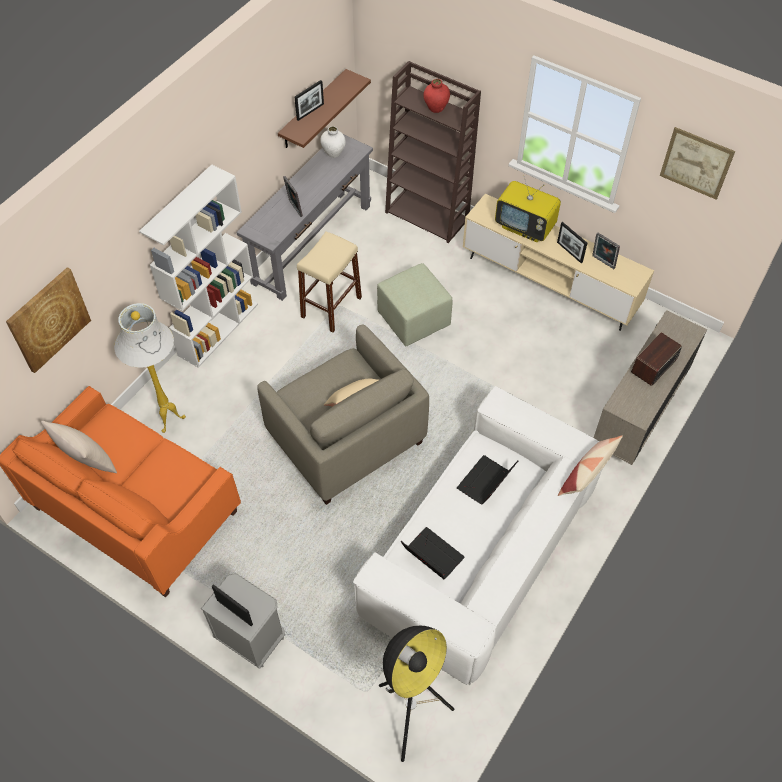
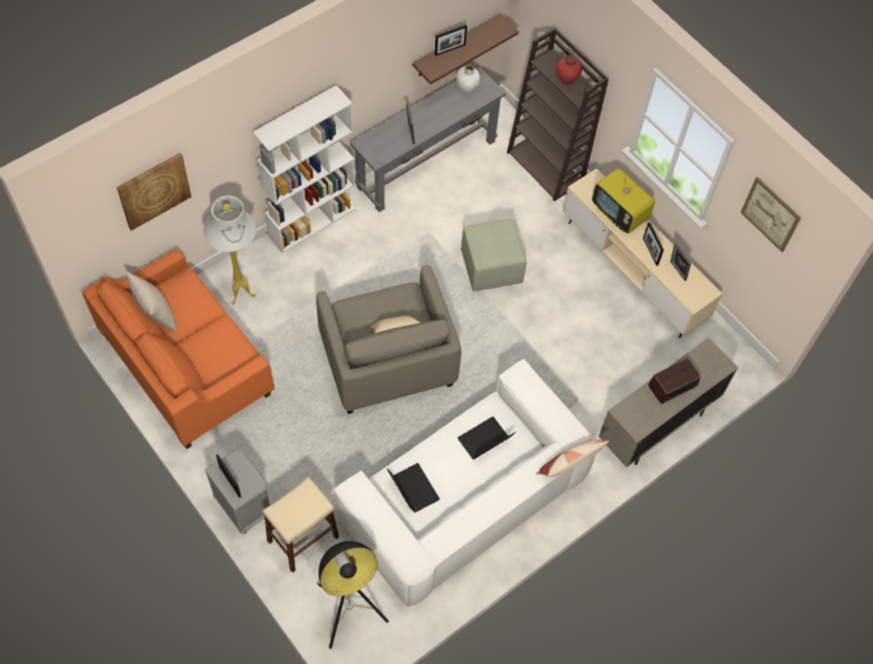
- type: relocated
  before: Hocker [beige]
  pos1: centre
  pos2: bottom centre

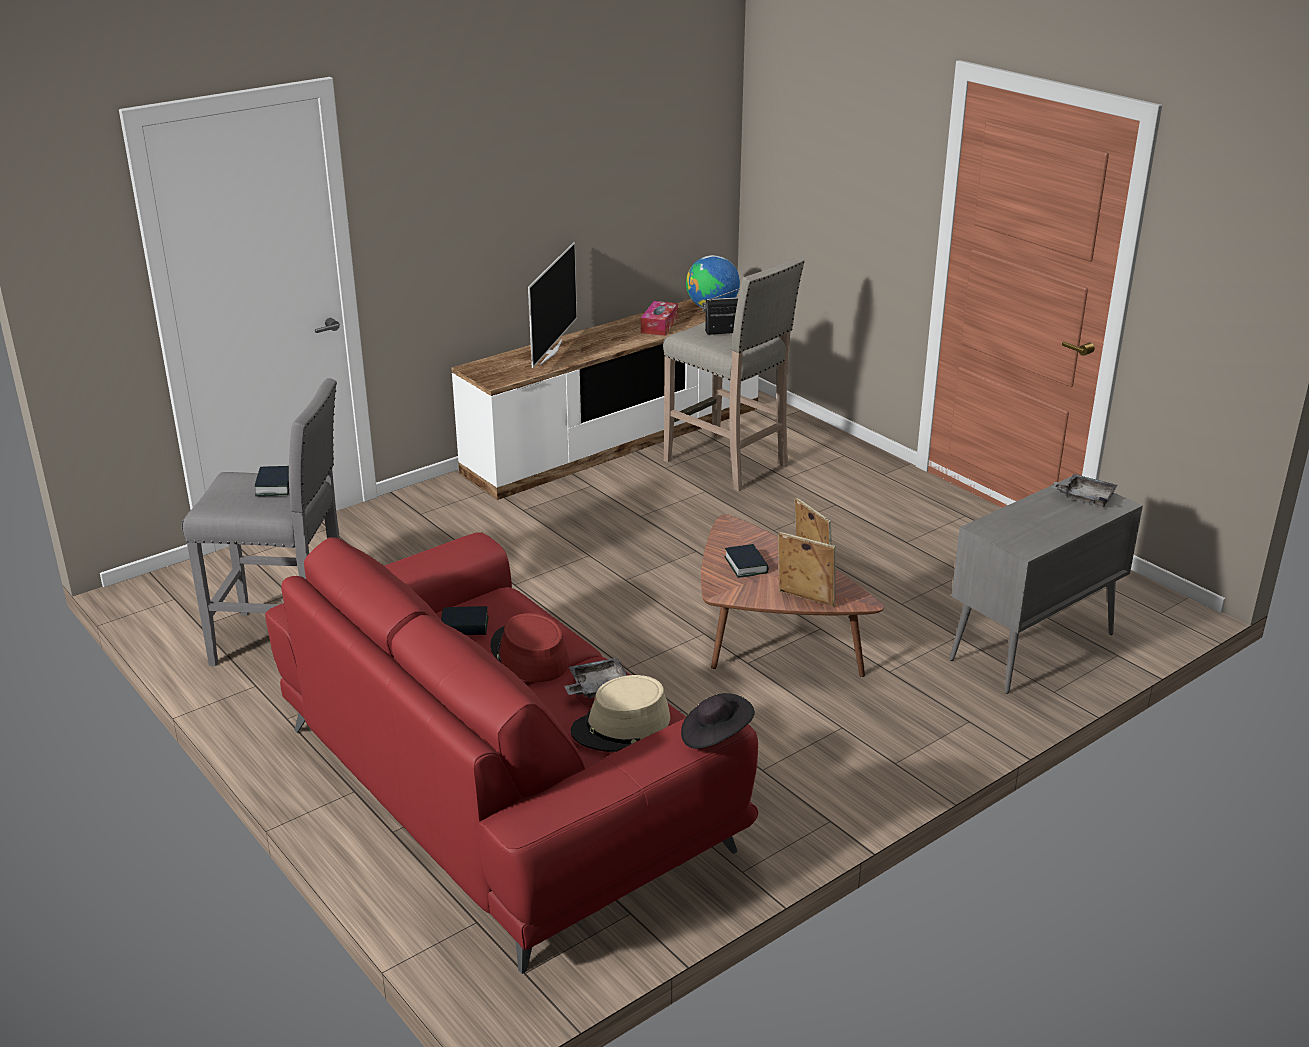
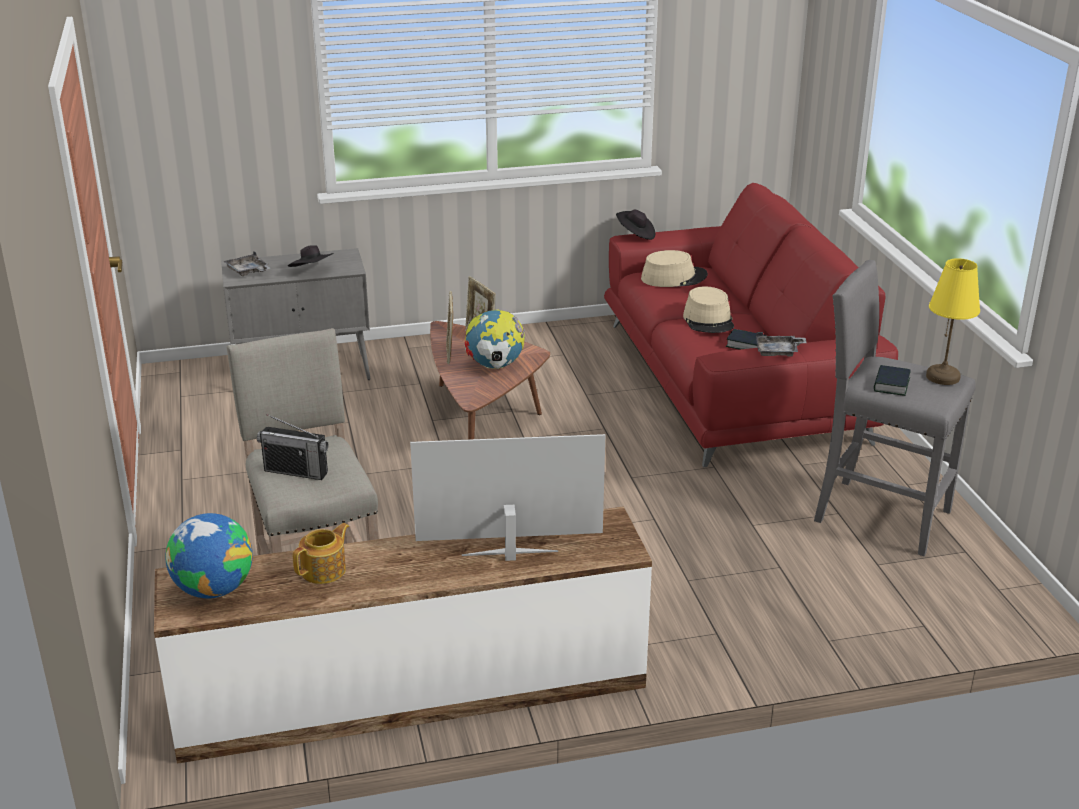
- type: spun
  before: Fernseher
  pos1: top centre
  pos2: centre
  turn: 45
- type: exchanged
  before: Taschentuchbox
  after: Teekanne
  pos1: top centre
  pos2: bottom left
- type: exchanged
  before: Buch (no. 3 from left)
  after: Globus (no. 2 from left)
  pos1: centre
  pos2: centre
- type: colour
  before: Hut [rot]
  after: Hut [beige] (no. 2 from left)
  pos1: centre
  pos2: centre
- type: relocated
  before: Tablett [grau] (no. 1 from left in the first image)
  after: Tablett [grau] (no. 2 from left)
  pos1: centre
  pos2: middle right
- type: appeared
  after: Hut [schwarz] (no. 1 from left)
  pos2: top left
- type: appeared
  after: Tischlampe [gelb]
  pos2: middle right

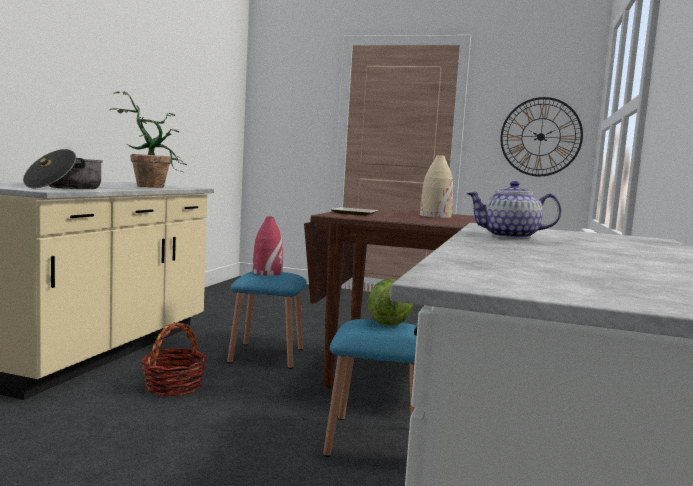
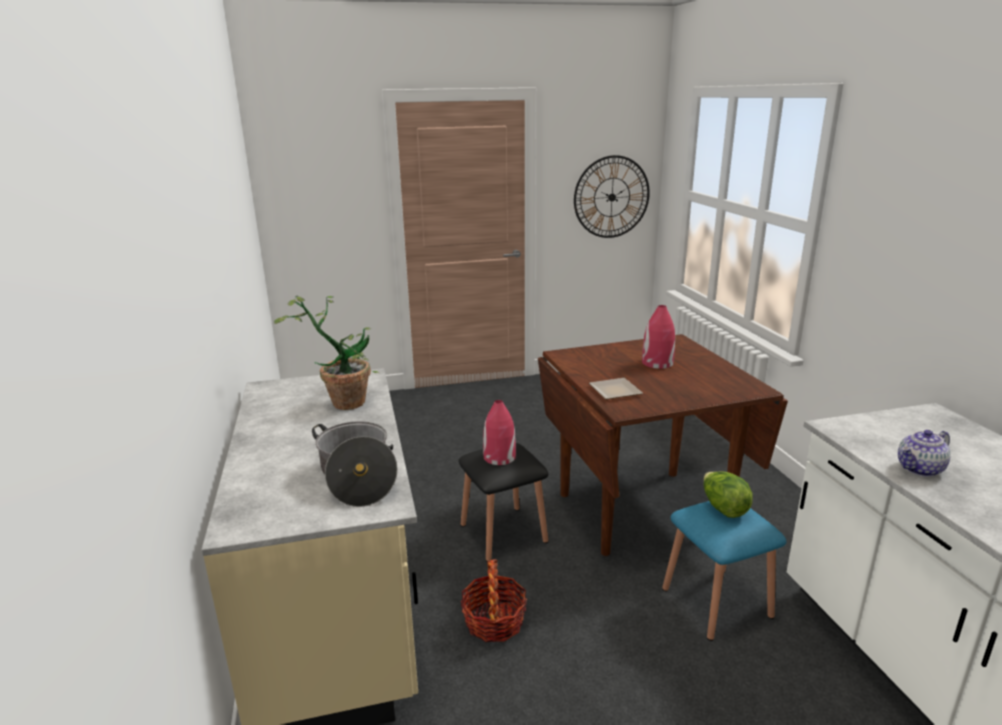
- type: colour
  before: Vase [beige]
  after: Vase [rot] (no. 2 from left)
  pos1: centre
  pos2: centre
- type: colour
  before: Hocker [blau] (no. 1 from left)
  after: Hocker [schwarz]
  pos1: centre
  pos2: bottom centre

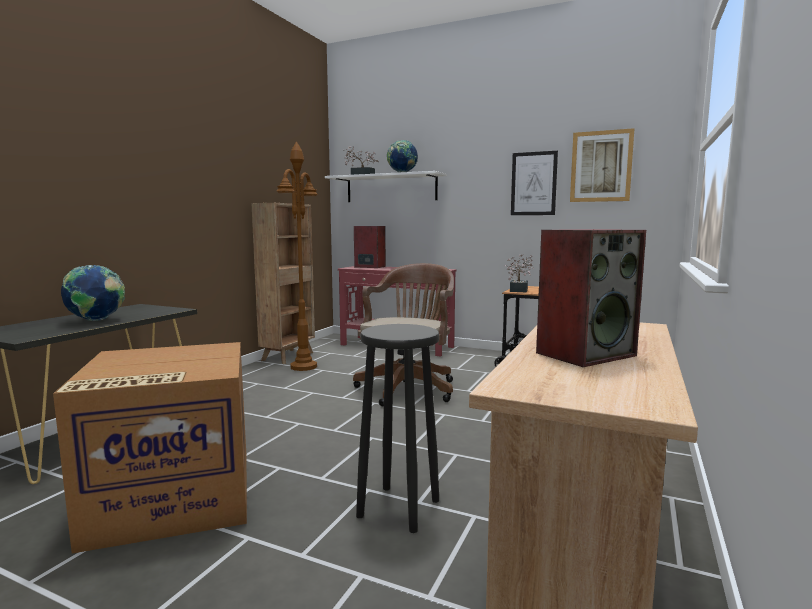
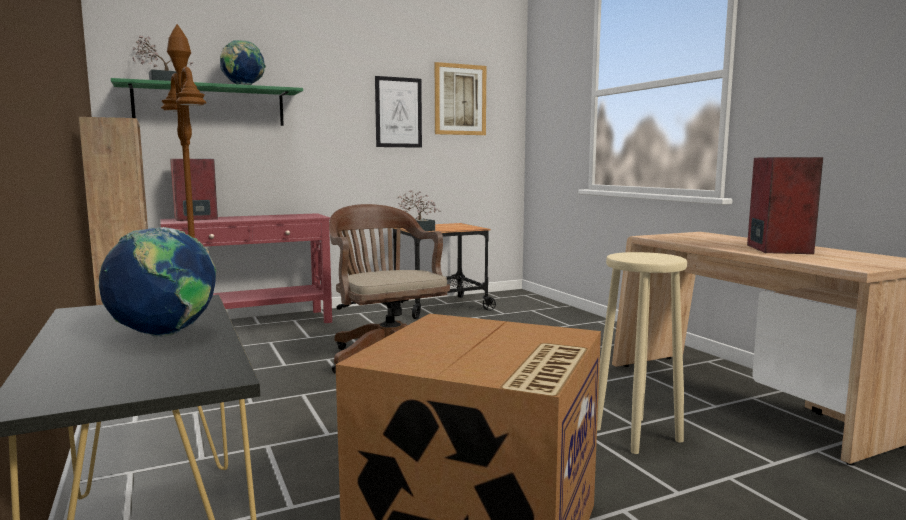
- type: colour
  before: Wandregal [weiß]
  after: Wandregal [grün]
  pos1: top centre
  pos2: top left
- type: colour
  before: Hocker [schwarz]
  after: Hocker [beige]
  pos1: bottom centre
  pos2: bottom right

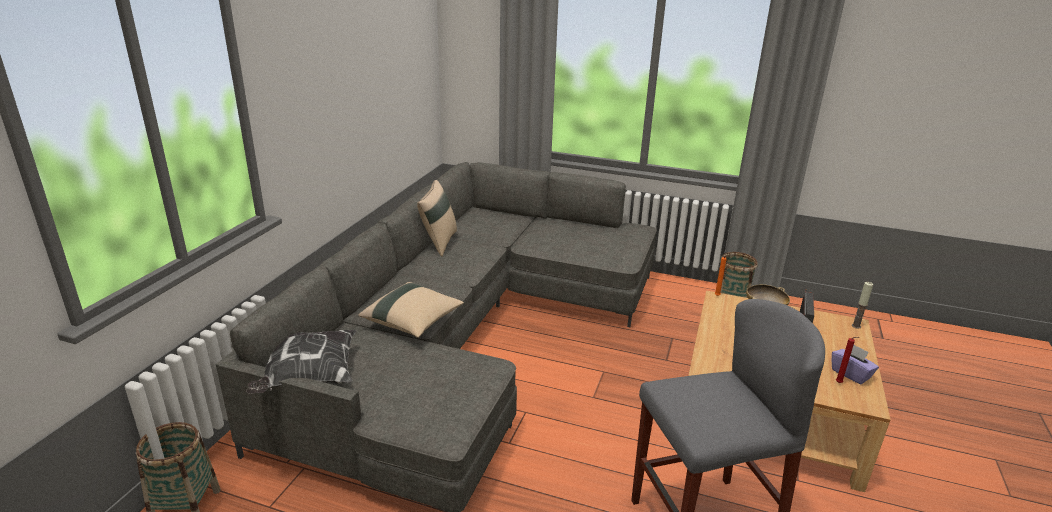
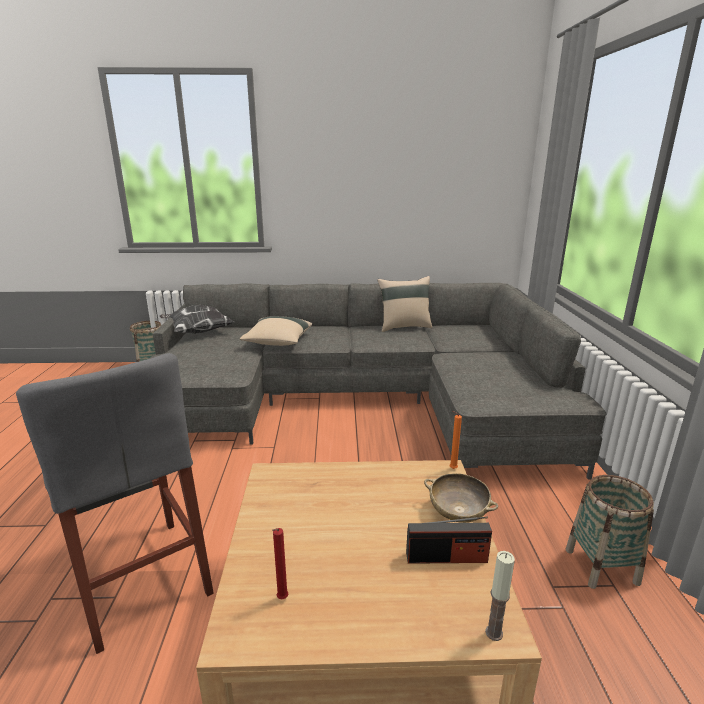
- type: missing
  before: Taschentuchbox [lila]
  pos1: bottom right

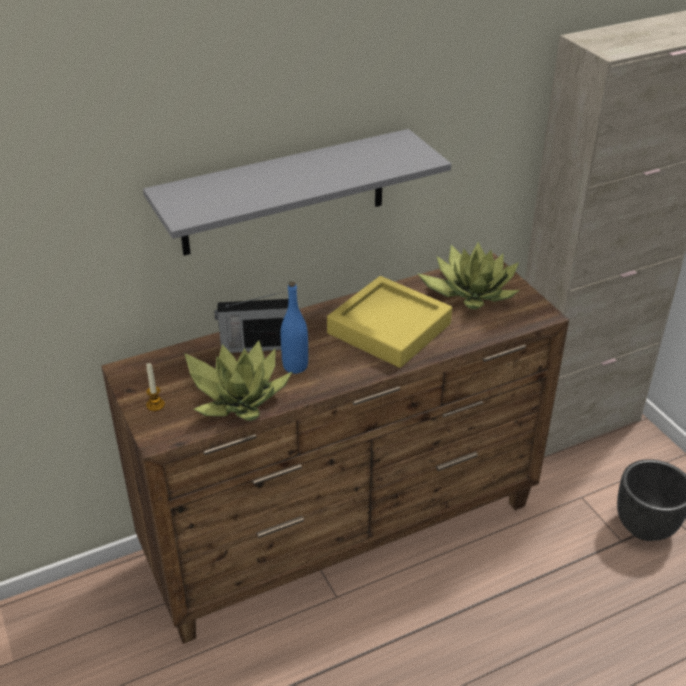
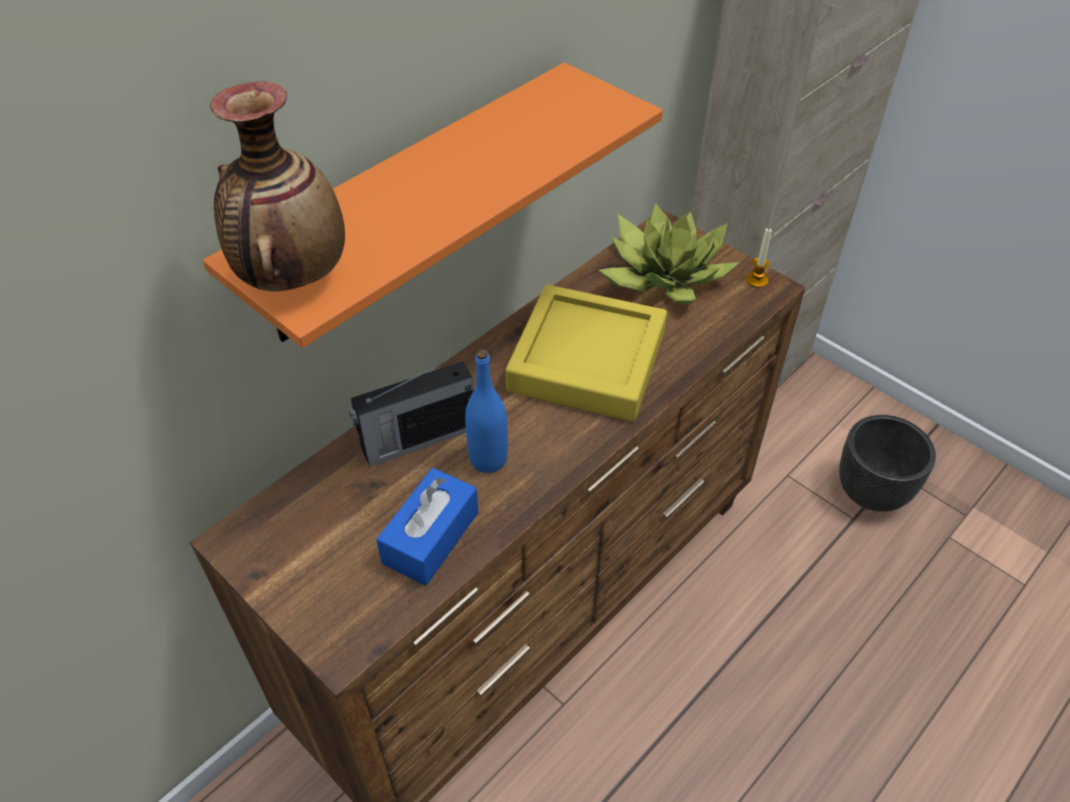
- type: colour
  before: Wandregal [grau]
  after: Wandregal [orange]
  pos1: top centre
  pos2: top centre
- type: exchanged
  before: Topfpflanze (no. 1 from left)
  after: Taschentuchbox [blau]
  pos1: centre
  pos2: centre
- type: relocated
  before: Kerze
  pos1: middle left
  pos2: top right
- type: appeared
  after: Vase
  pos2: top left

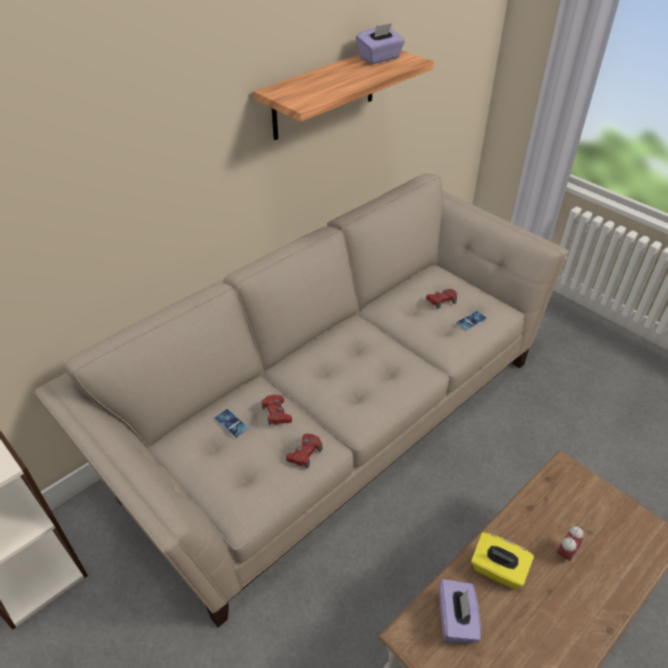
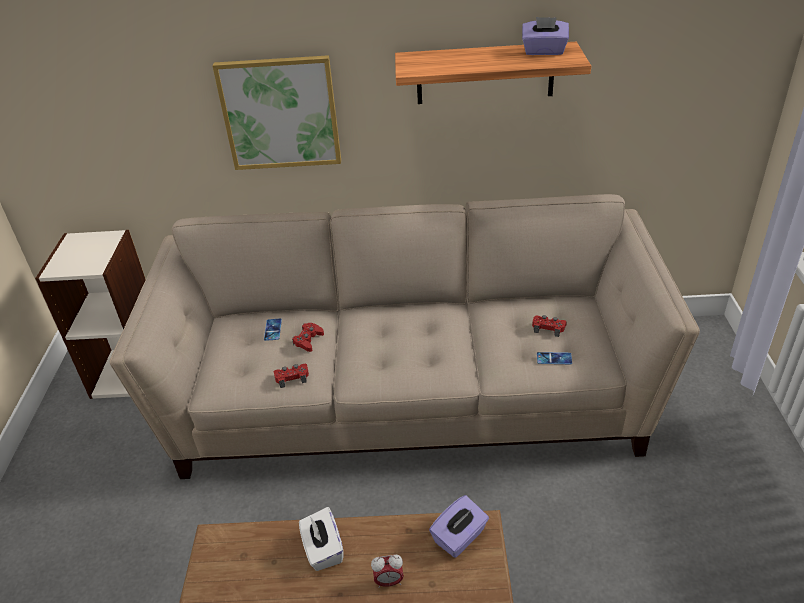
- type: colour
  before: Taschentuchbox [gelb]
  after: Taschentuchbox [weiß]
  pos1: bottom right
  pos2: bottom centre
- type: relocated
  before: Taschentuchbox [lila] (no. 2 from left in the first image)
  after: Taschentuchbox [lila] (no. 1 from left)
  pos1: bottom right
  pos2: bottom centre
- type: appeared
  after: Bild
  pos2: top centre

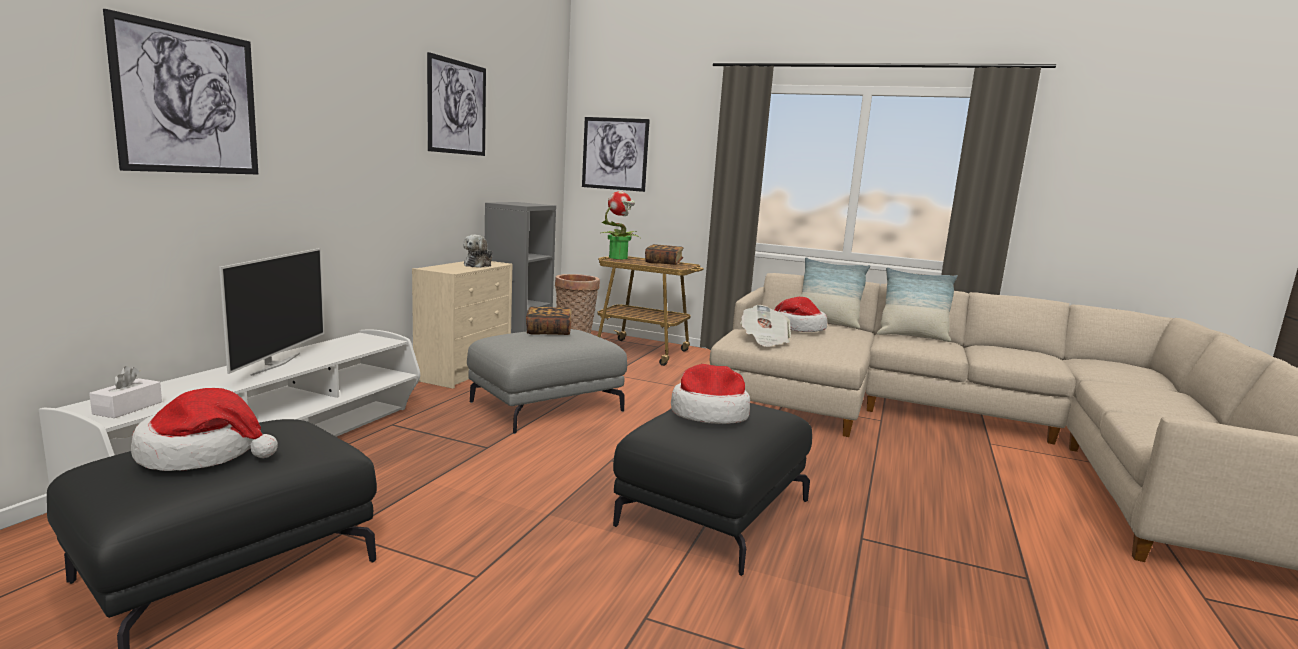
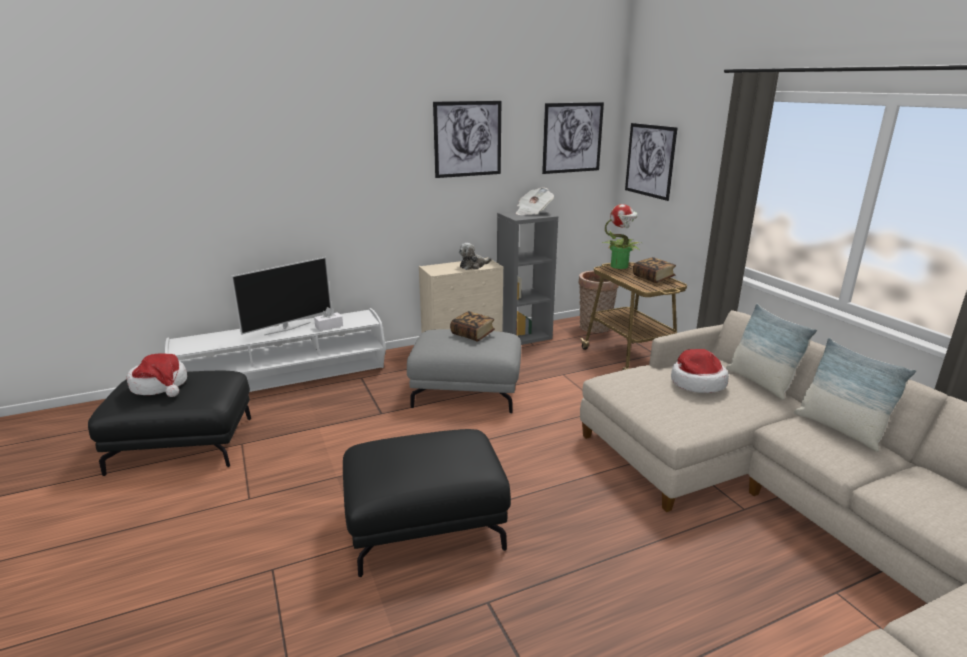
- type: relocated
  before: Bild (no. 1 from left in the first image)
  after: Bild (no. 2 from left)
  pos1: top left
  pos2: top centre
- type: relocated
  before: Zeitung
  pos1: centre
  pos2: top centre
- type: missing
  before: Hut (no. 2 from left)
  pos1: centre
- type: relocated
  before: Taschentuchbox [weiß]
  pos1: middle left
  pos2: centre

